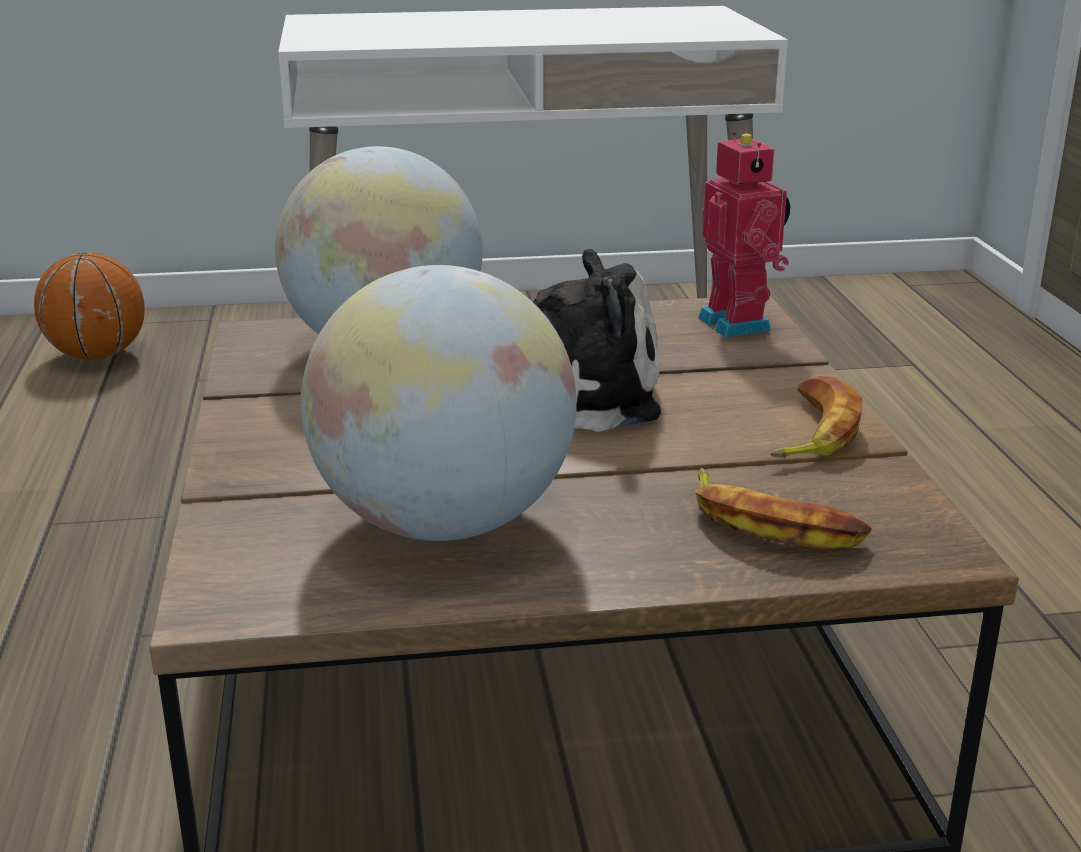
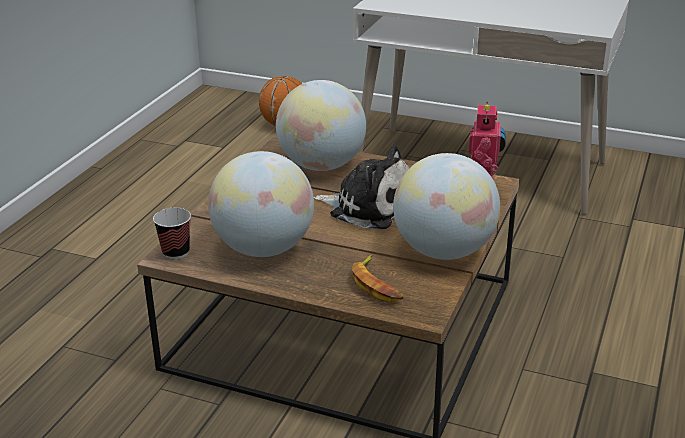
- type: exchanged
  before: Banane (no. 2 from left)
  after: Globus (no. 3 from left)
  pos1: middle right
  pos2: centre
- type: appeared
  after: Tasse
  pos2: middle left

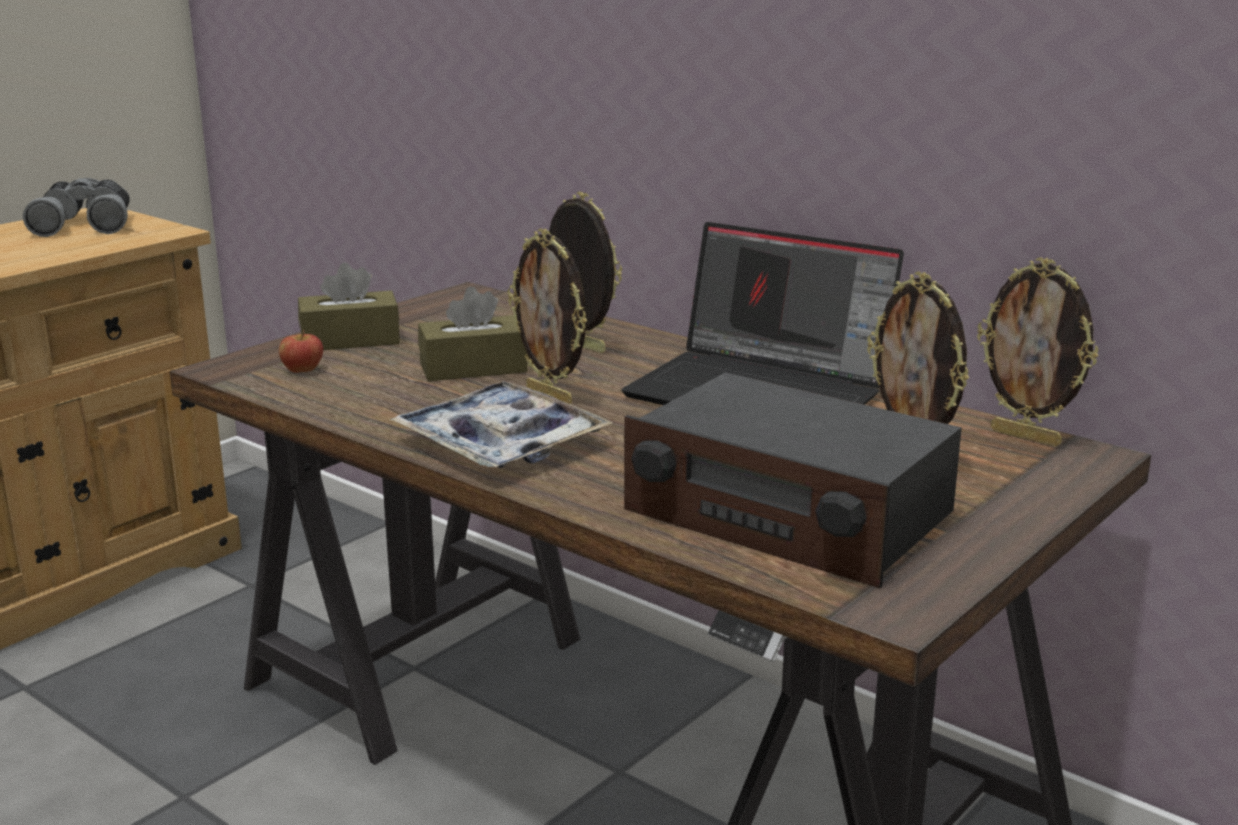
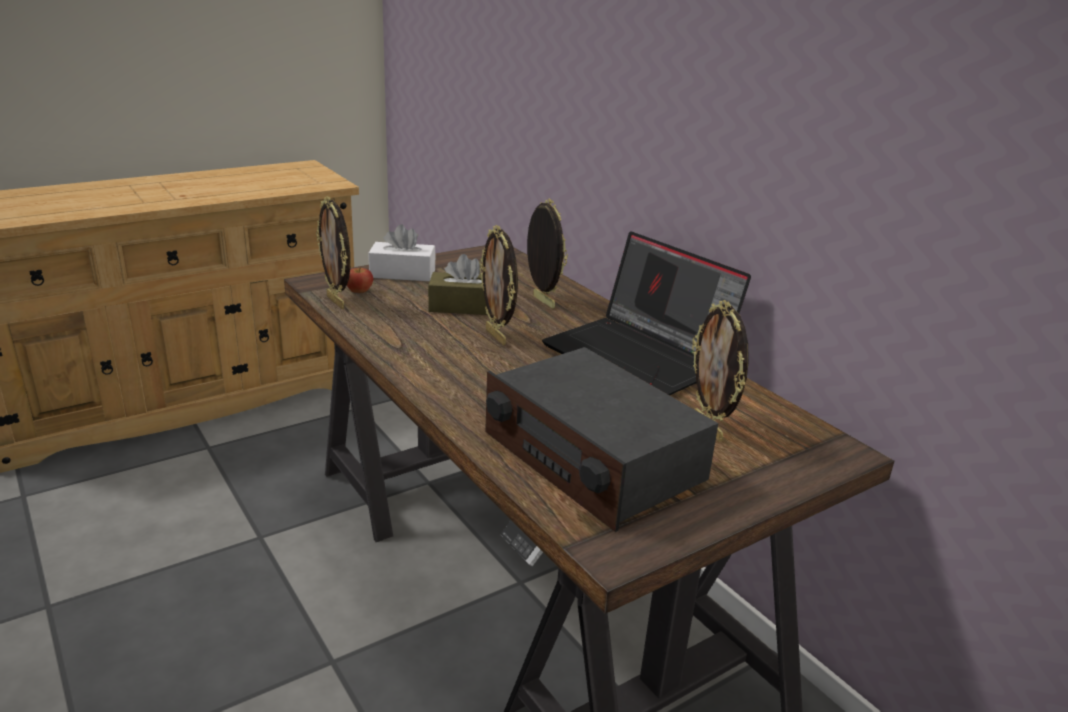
- type: missing
  before: Fernglas [grau]
  pos1: top left
- type: relocated
  before: Bilderrahmen (no. 4 from left in the first image)
  after: Bilderrahmen (no. 1 from left)
  pos1: middle right
  pos2: middle left
- type: colour
  before: Taschentuchbox [braun] (no. 1 from left)
  after: Taschentuchbox [weiß]
  pos1: middle left
  pos2: centre
- type: missing
  before: Tablett
  pos1: centre

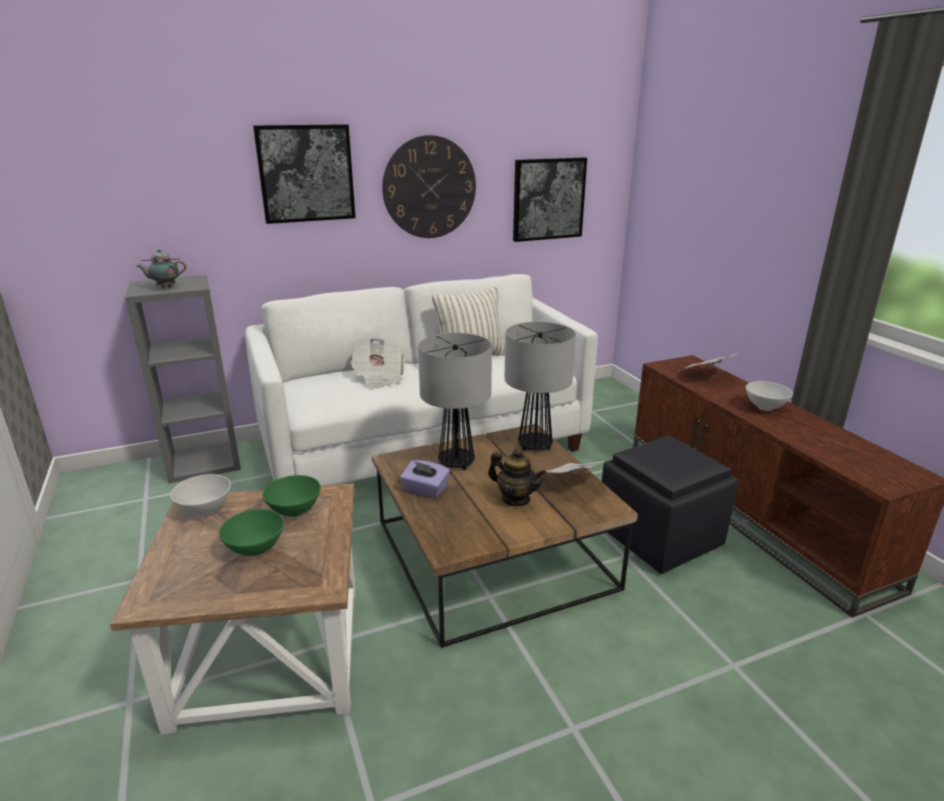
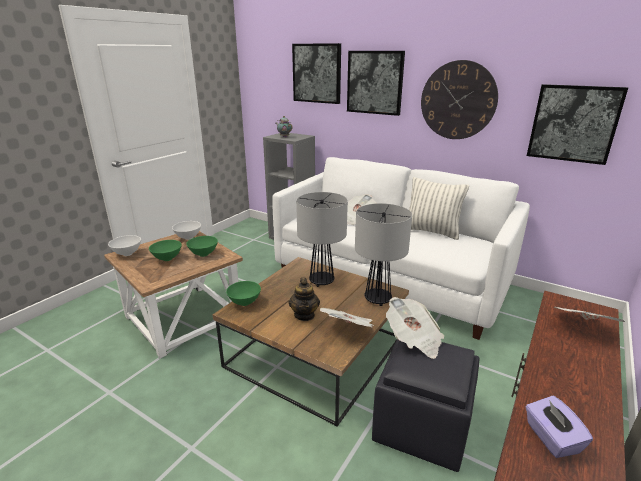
- type: relocated
  before: Schüssel [weiß] (no. 2 from left in the first image)
  after: Schüssel [weiß] (no. 1 from left)
  pos1: middle right
  pos2: middle left
- type: relocated
  before: Taschentuchbox [lila]
  pos1: centre
  pos2: bottom right
- type: appeared
  after: Bild (no. 1 from left)
  pos2: top centre
- type: appeared
  after: Schüssel [grün] (no. 3 from left)
  pos2: centre
- type: appeared
  after: Zeitung (no. 3 from left)
  pos2: bottom centre

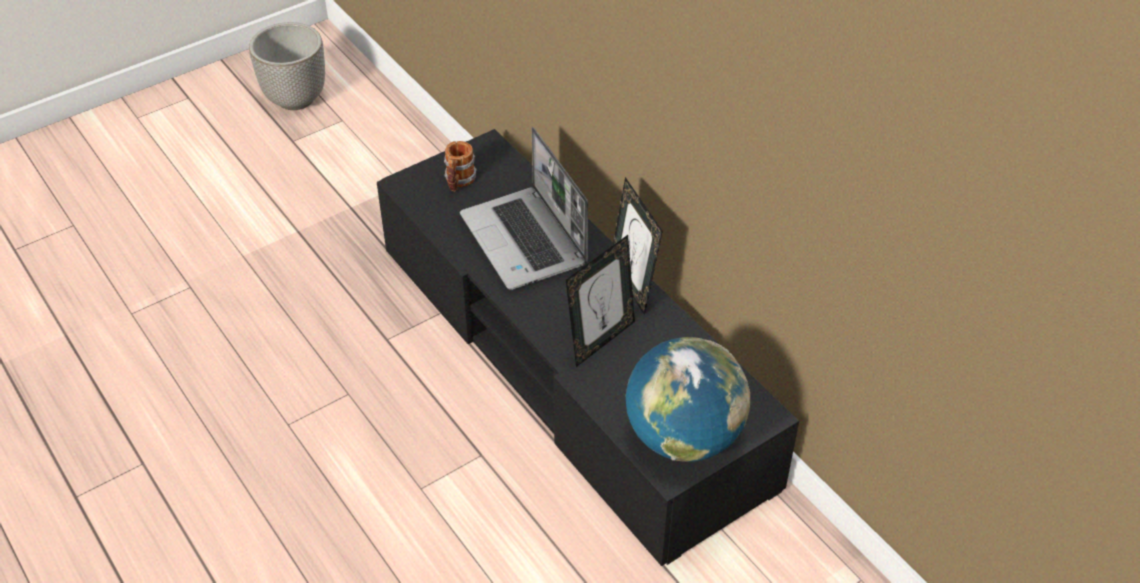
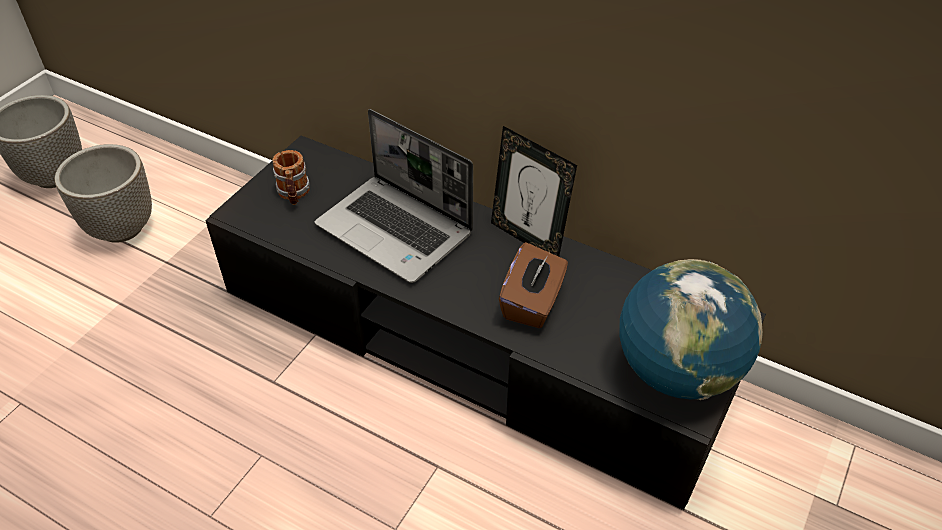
- type: exchanged
  before: Bilderrahmen (no. 1 from left)
  after: Taschentuchbox [braun]
  pos1: centre
  pos2: centre
- type: appeared
  after: Pflanzkübel (no. 2 from left)
  pos2: middle left

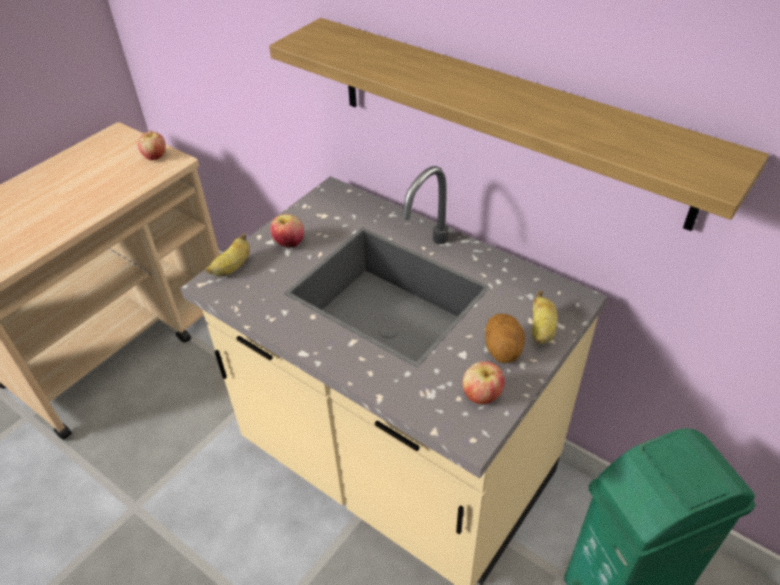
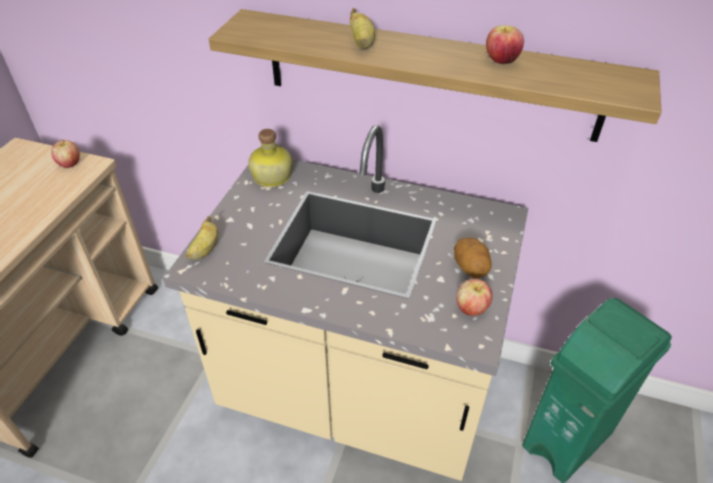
- type: relocated
  before: Apfel (no. 2 from left in the first image)
  after: Apfel (no. 3 from left)
  pos1: centre
  pos2: top right
- type: relocated
  before: Banane (no. 2 from left)
  pos1: middle right
  pos2: top centre
- type: appeared
  after: Flasche
  pos2: top centre

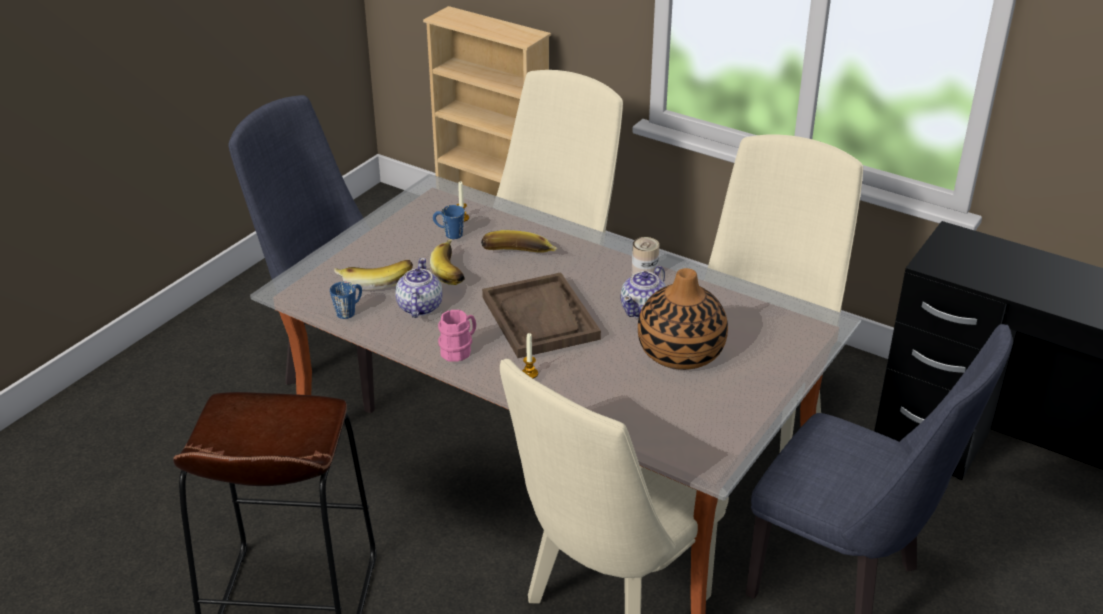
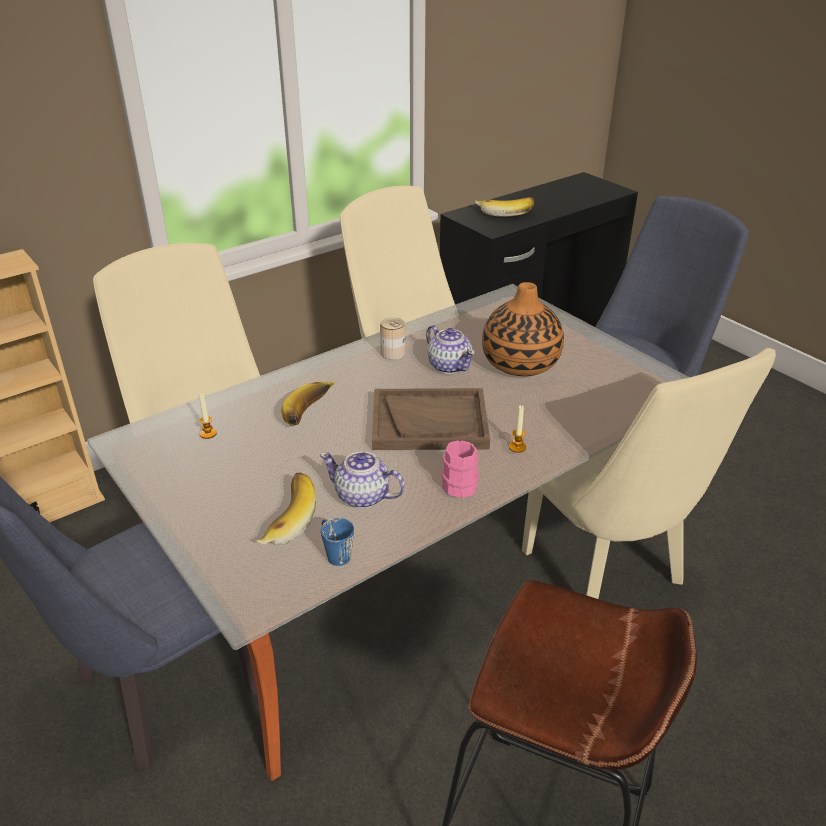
- type: missing
  before: Henkelbecher [blau] (no. 2 from left)
  pos1: centre
- type: relocated
  before: Banane (no. 2 from left in the first image)
  after: Banane (no. 3 from left)
  pos1: centre
  pos2: top centre

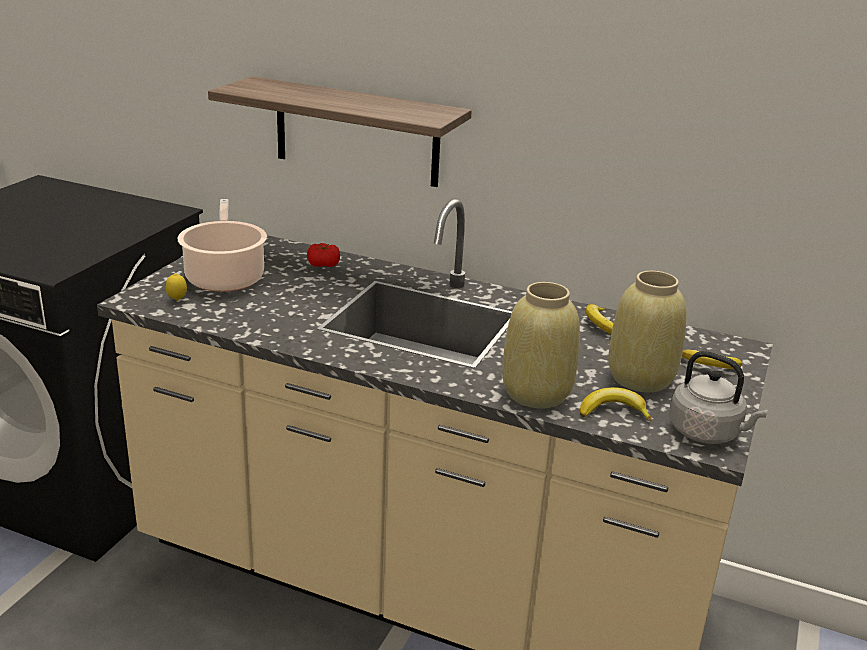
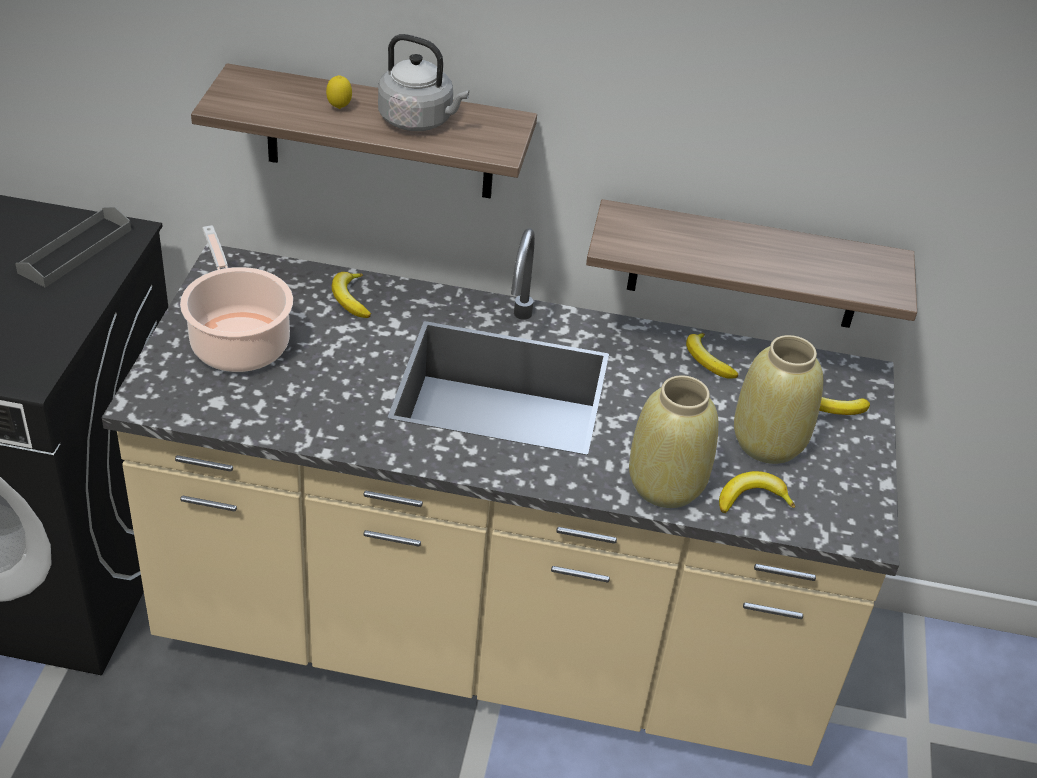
- type: exchanged
  before: Tomate
  after: Banane (no. 1 from left)
  pos1: centre
  pos2: centre
- type: relocated
  before: Zitrone
  pos1: middle left
  pos2: top left
- type: relocated
  before: Wasserkessel [grau]
  pos1: middle right
  pos2: top centre
- type: appeared
  after: Wandregal (no. 2 from left)
  pos2: middle right
- type: appeared
  after: Tablett [grau]
  pos2: top left

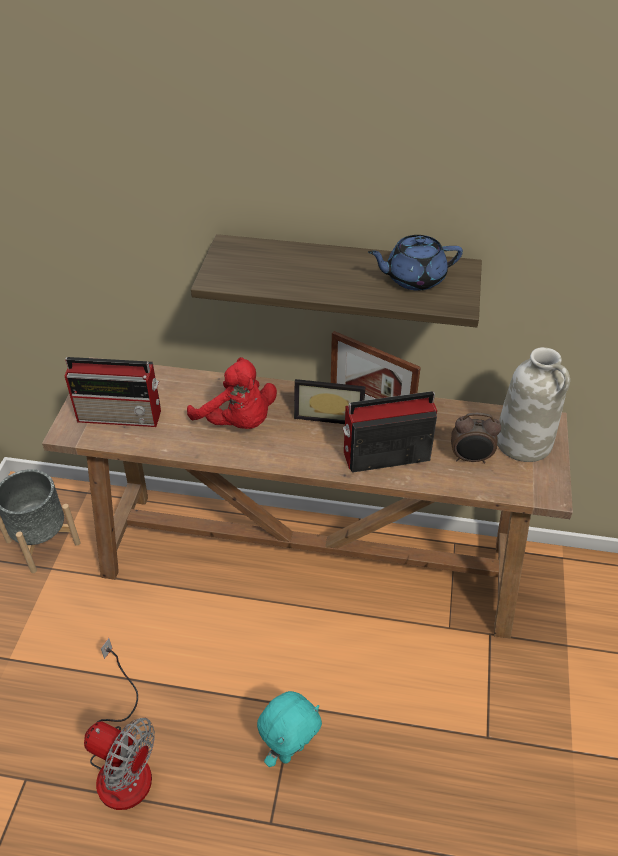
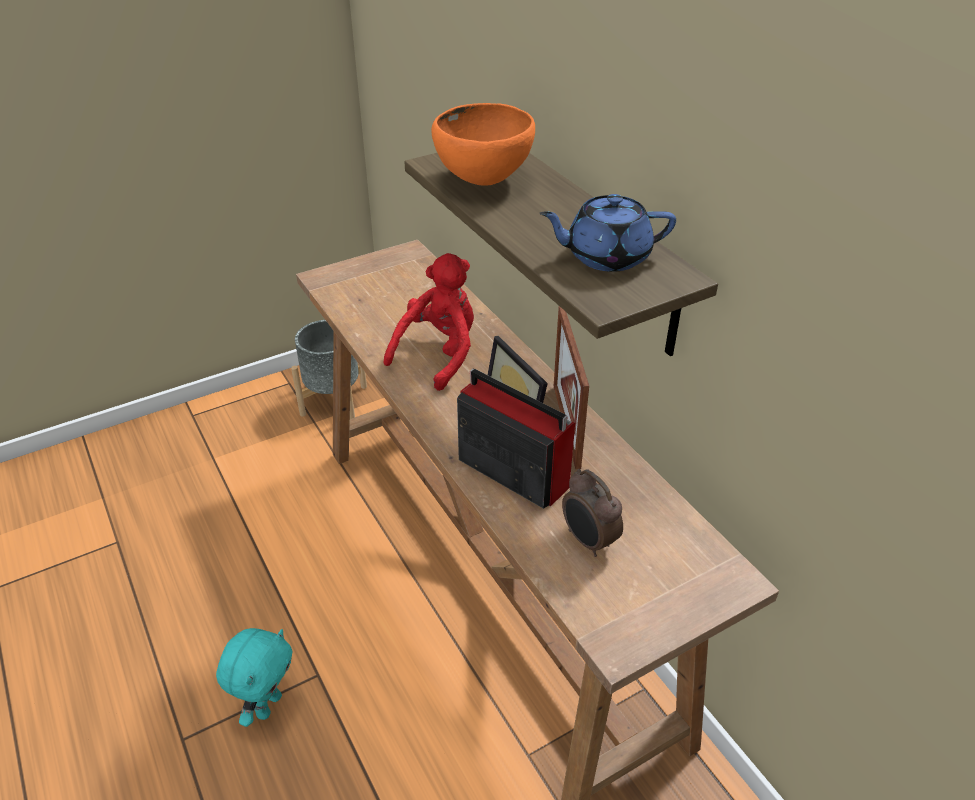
- type: spun
  before: Teekanne [blau]
  pos1: top right
  pos2: top centre
  turn: -45
- type: missing
  before: Vase [weiß]
  pos1: middle right
- type: missing
  before: Radio (no. 1 from left)
  pos1: middle left
- type: spun
  before: Plüschtier [rot]
  pos1: centre
  pos2: centre
  turn: -150
- type: missing
  before: Ventilator
  pos1: bottom left
- type: spun
  before: Plüschtier [türkis]
  pos1: bottom centre
  pos2: bottom left
  turn: -75
- type: appeared
  after: Schüssel [orange]
  pos2: top centre

